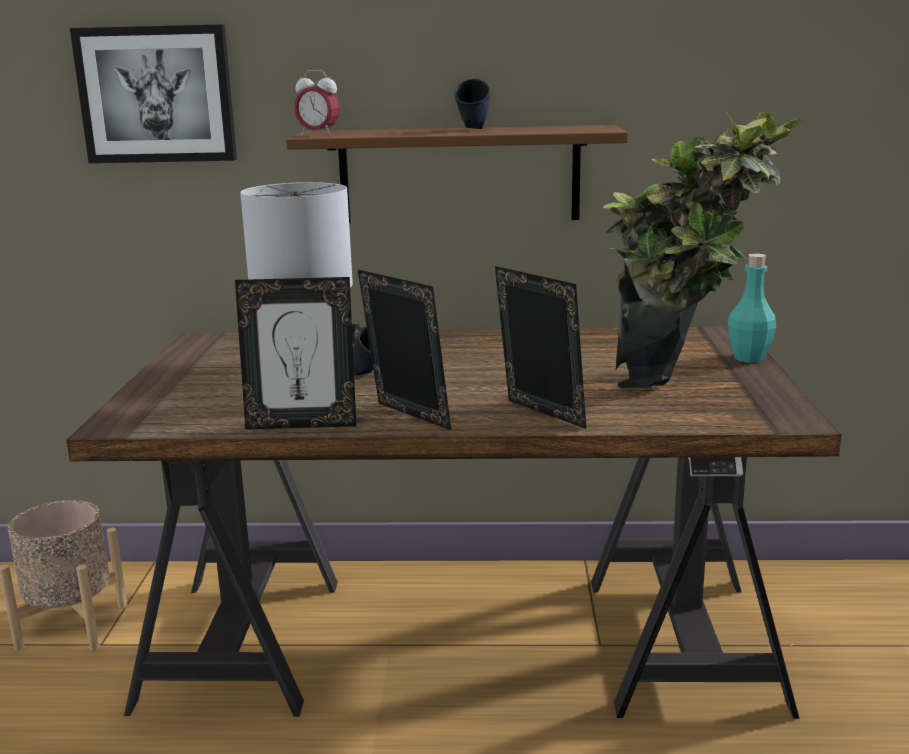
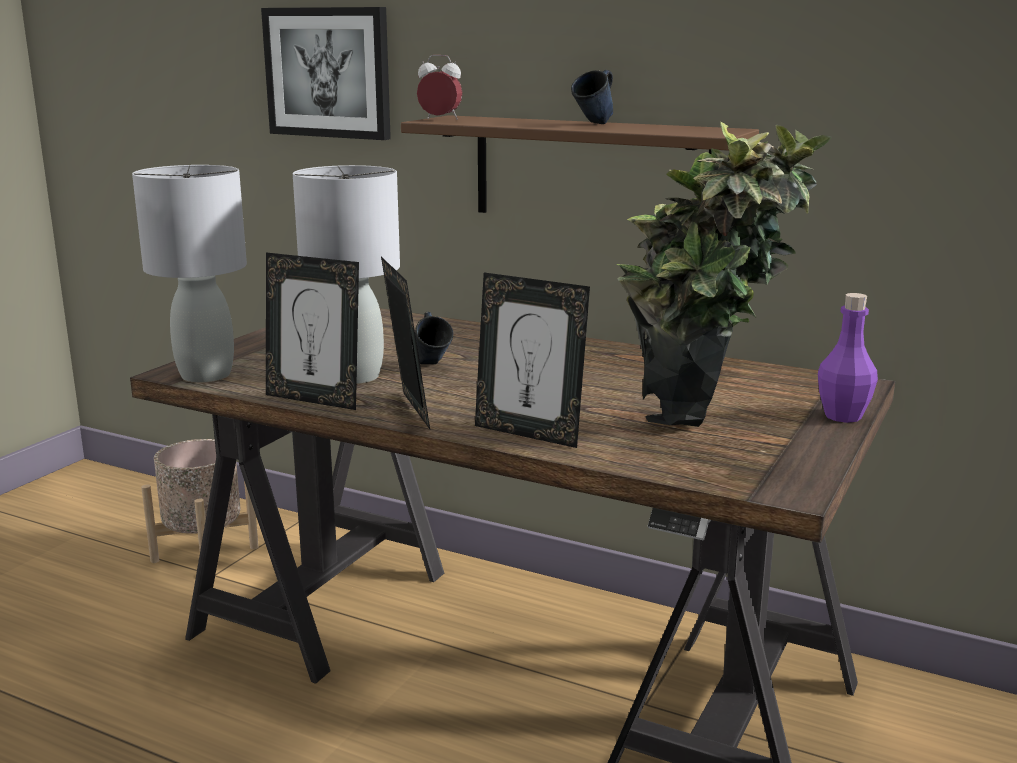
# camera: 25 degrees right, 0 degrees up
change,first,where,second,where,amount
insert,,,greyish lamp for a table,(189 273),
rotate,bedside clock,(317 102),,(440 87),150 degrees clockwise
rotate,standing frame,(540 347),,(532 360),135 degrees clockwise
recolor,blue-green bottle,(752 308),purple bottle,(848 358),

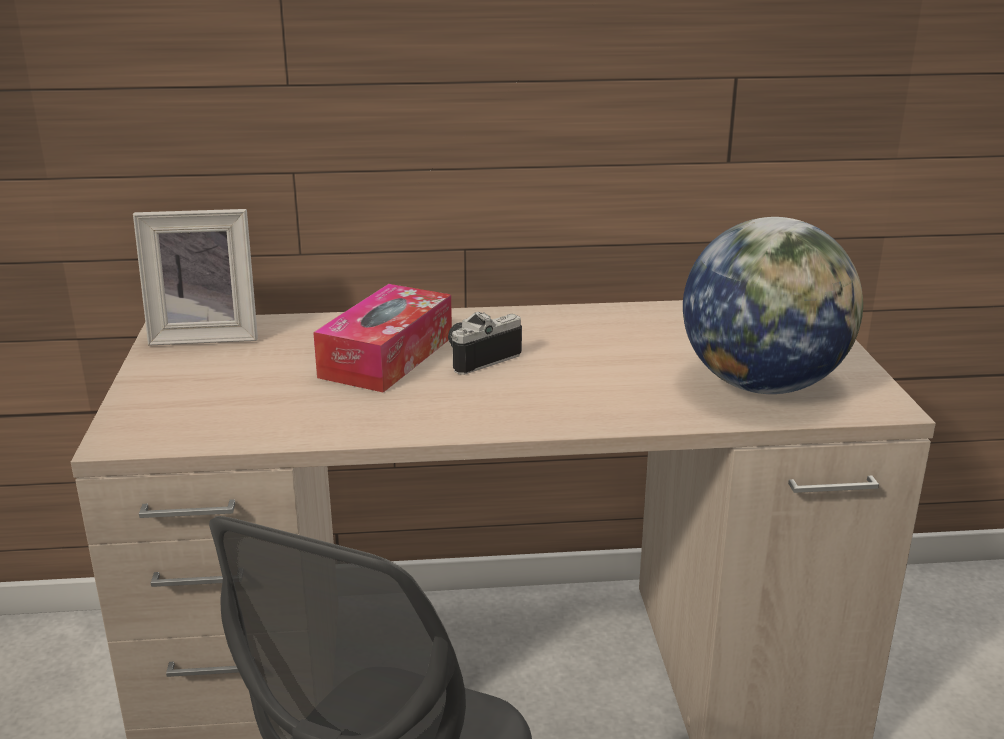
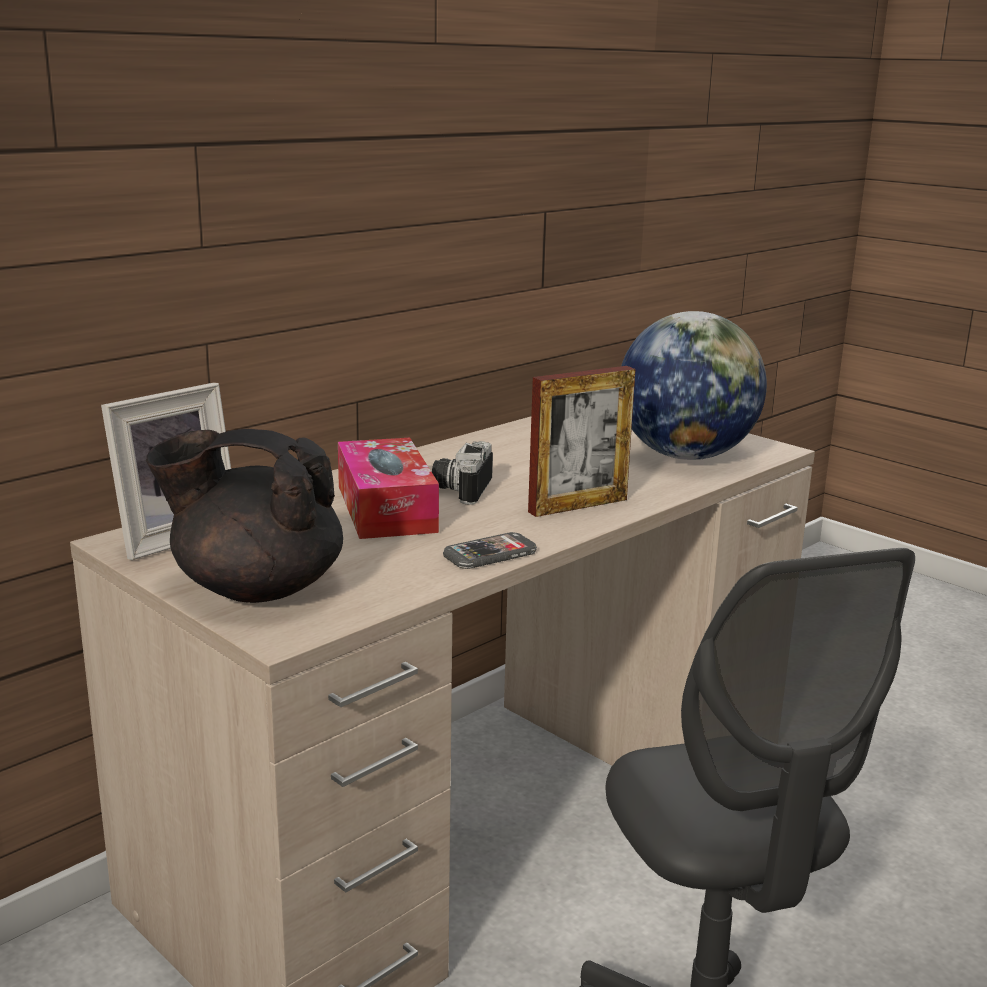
# camera: 40 degrees left, 5 degrees down
change,first,where,second,where,amount
insert,,,blackish tea pot,(244 516),
insert,,,handset,(490 550),
insert,,,standing frame,(582 441),

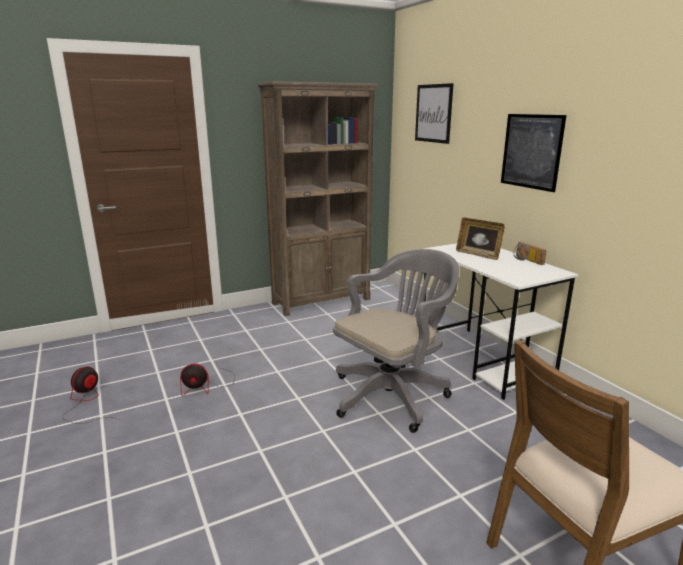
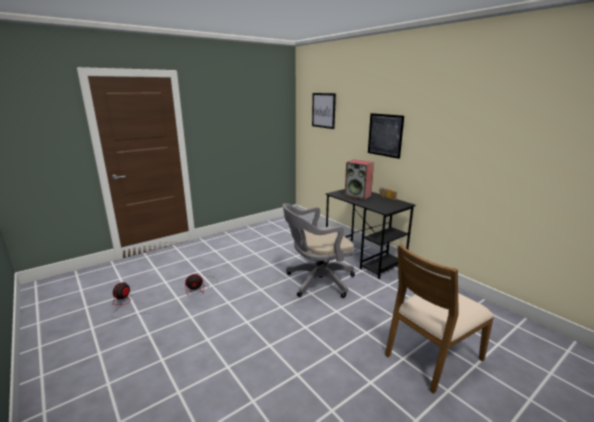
# camera: 10 degrees left, 0 degrees up
change,first,where,second,where,amount
rotate,greyish computer chair,(396 341),,(319 250),150 degrees counterclockwise
recolor,whitish desk,(501 321),blackish desk,(371 234),
replace,standing frame,(480 239),audio speaker,(359 180),
delete,brown bookcase,(317 198),,,

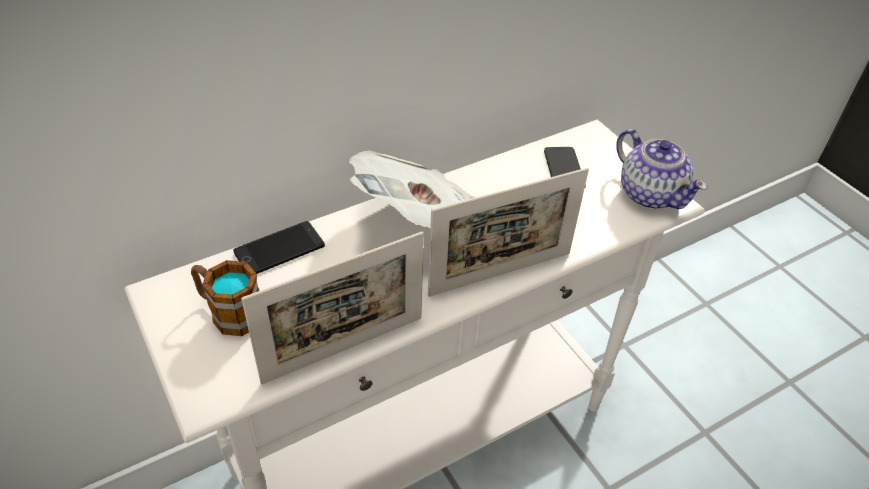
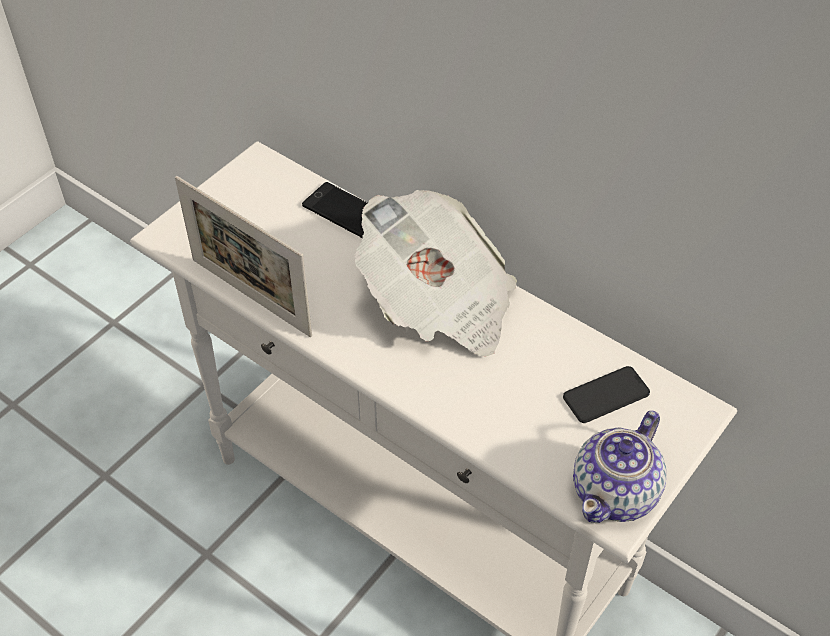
# camera: 70 degrees right, 5 degrees up
change,first,where,second,where,amount
delete,mug,(225 298),,,
delete,standing frame,(508 232),,,

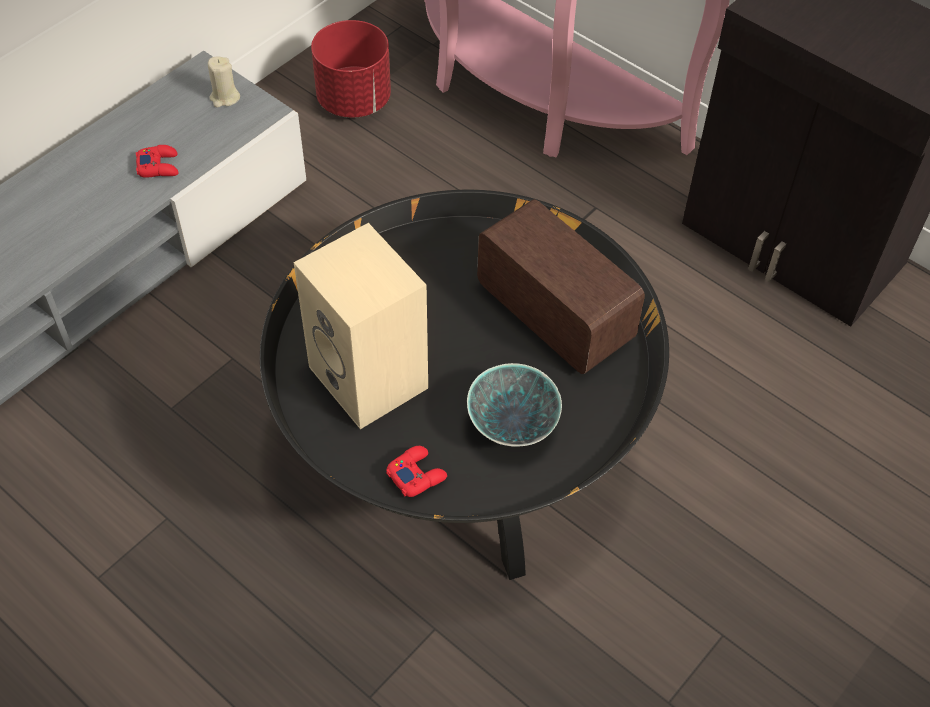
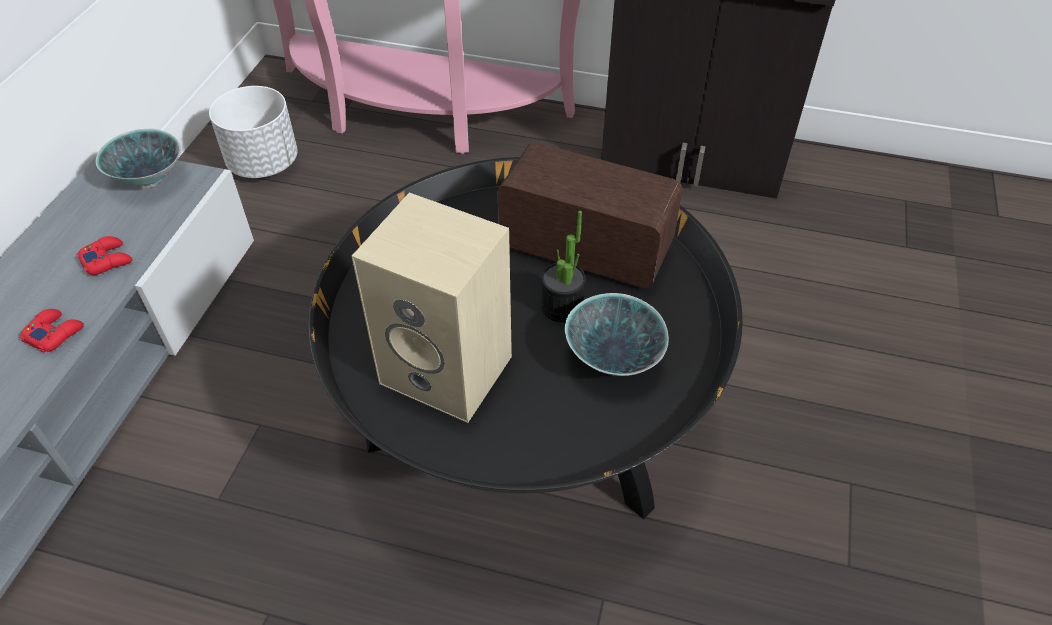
# camera: 25 degrees left, 5 degrees down
change,first,where,second,where,amount
move,red-coloured gamepad,(416 471),,(52 330),
replace,beige-coloured candle,(224 82),deep dish,(138 158),
recolor,red-coloured plant pot,(351 69),whitish plant pot,(253 132),
insert,,,plant in a pot,(563 267),

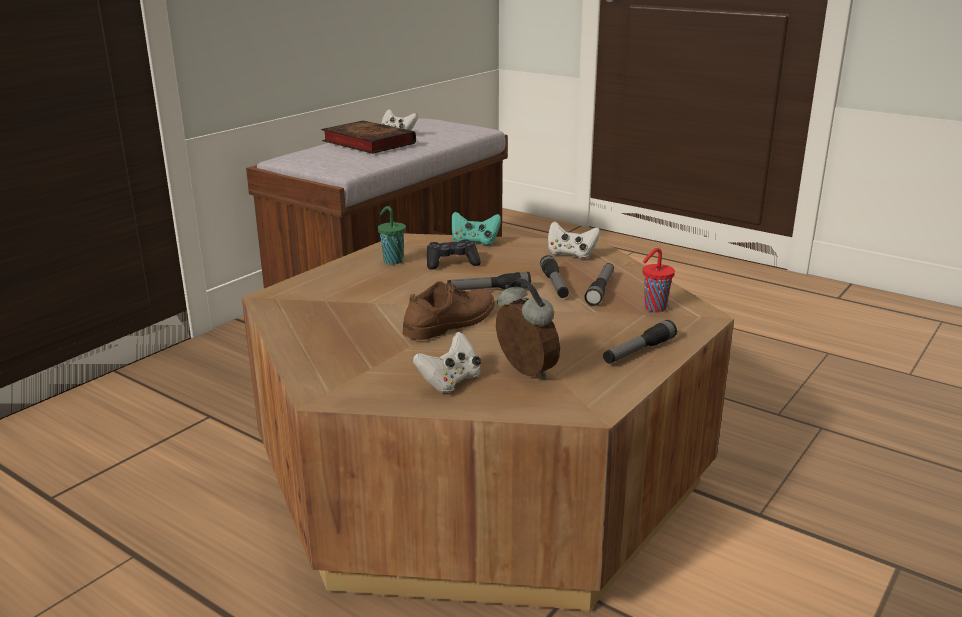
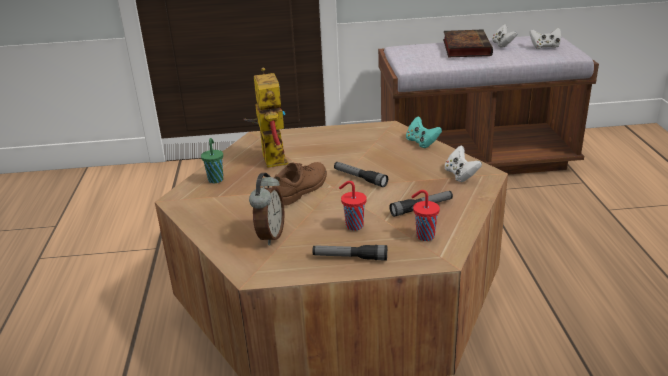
# camera: 50 degrees right, 5 degrees up
change,first,where,second,where,amount
move,green-coloured small cup,(392 235),,(212 160),
insert,,,model robot,(265 117),
rotate,brown item of footwear,(449 310),,(299 184),60 degrees counterclockwise
insert,,,red-coloured small cup,(353 206),
move,whitish gamepad,(447 362),,(545 38),
delete,blackish gamepad,(454 255),,,
delete,flashlight,(554 276),,,

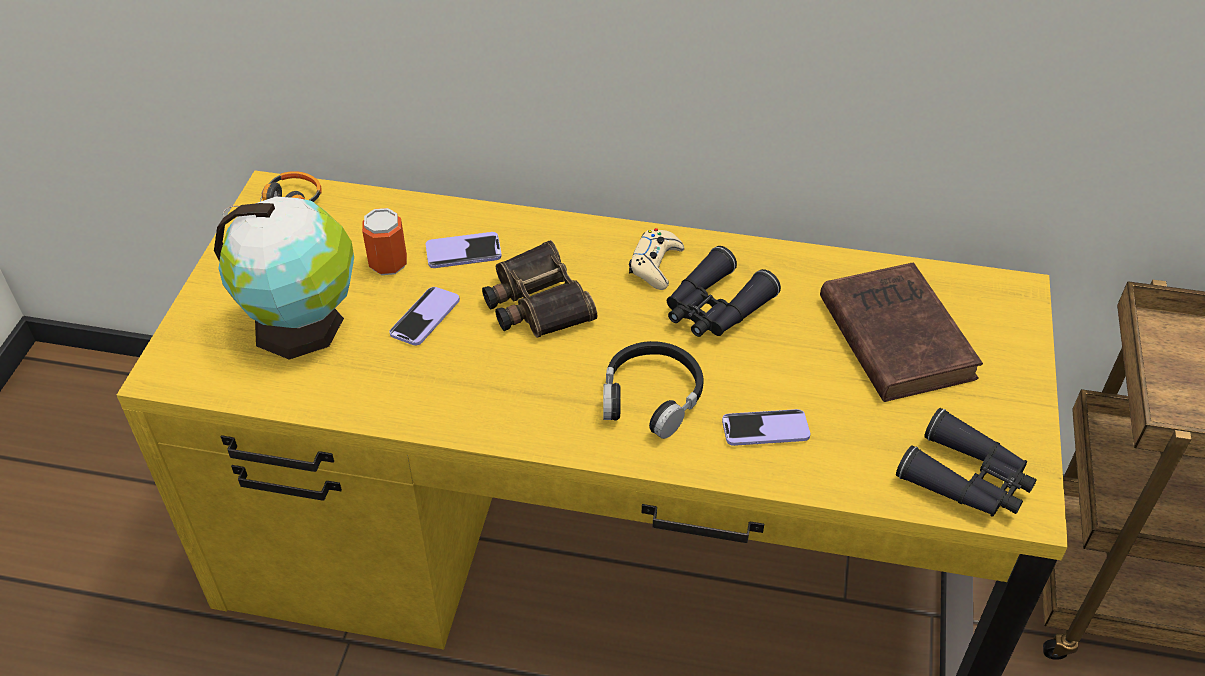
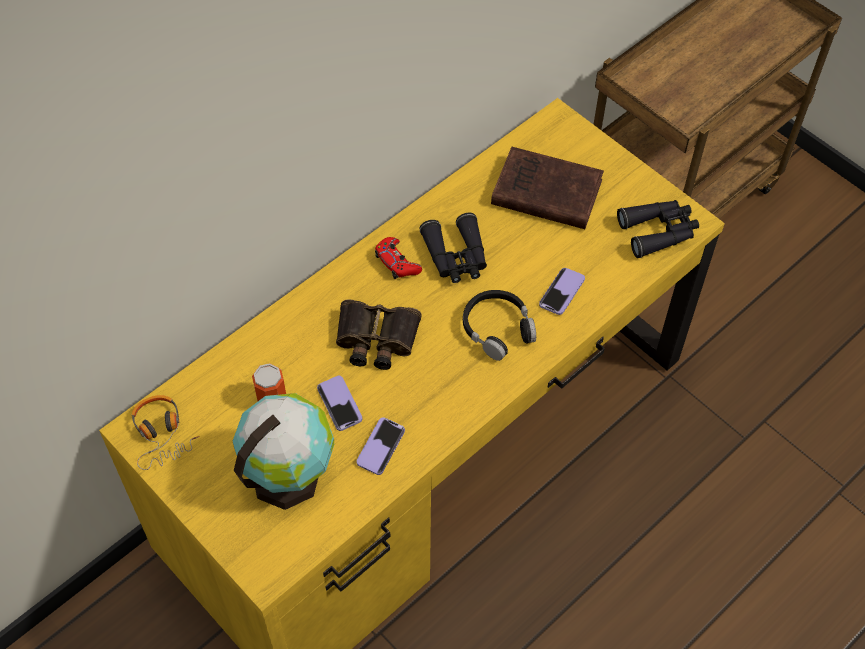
# camera: 55 degrees left, 10 degrees up
change,first,where,second,where,amount
move,handset,(464 250),,(380 446),
recolor,beige-coloured gamepad,(656 259),red-coloured gamepad,(398 258),

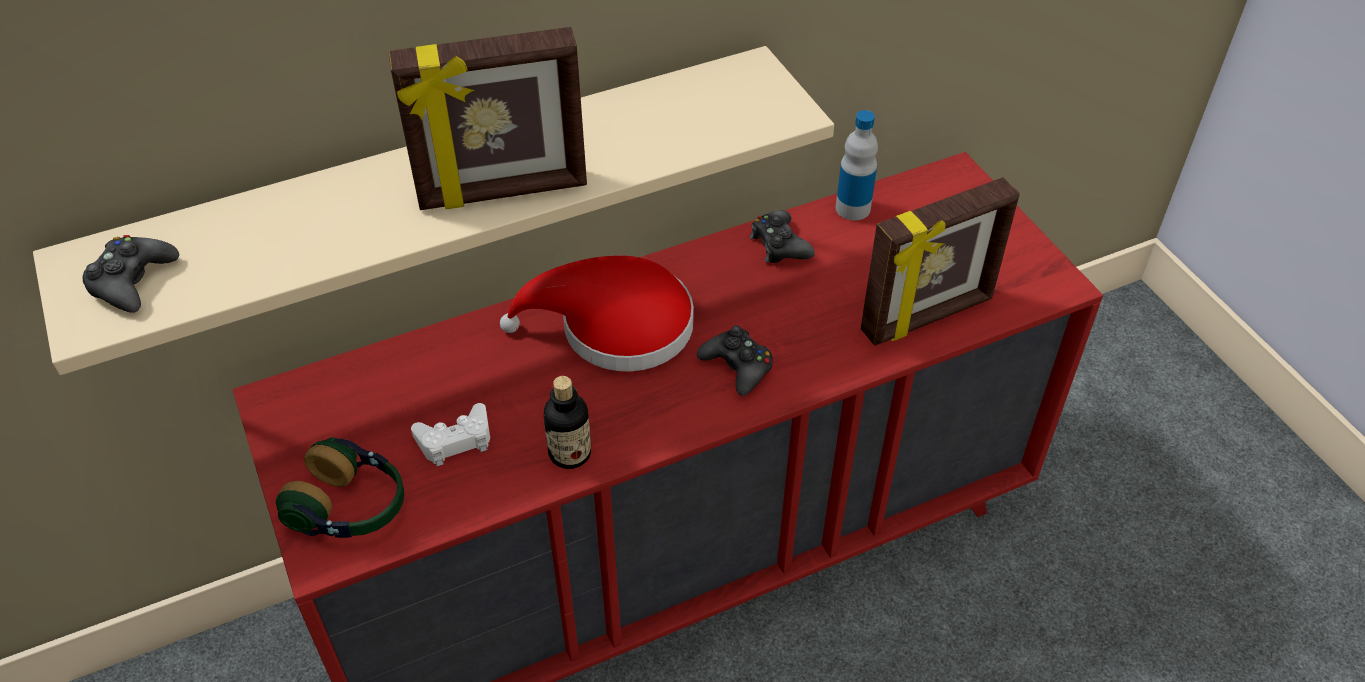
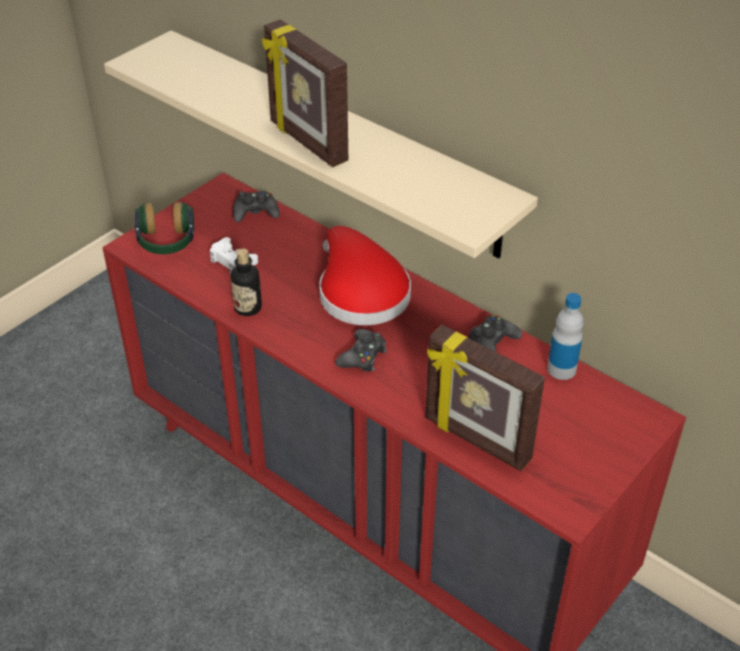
# camera: 65 degrees right, 5 degrees down
change,first,where,second,where,amount
move,blackish gamepad,(130 274),,(256 206),

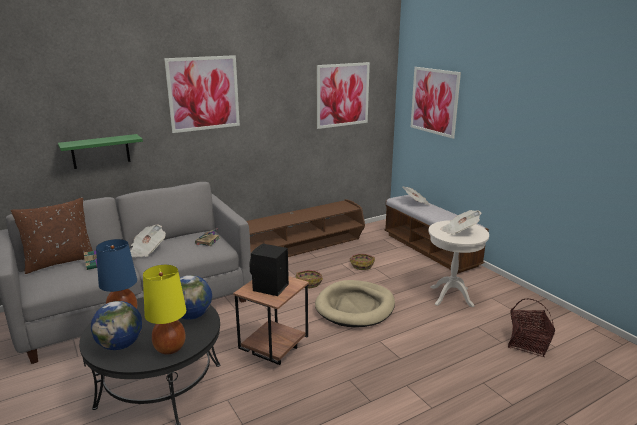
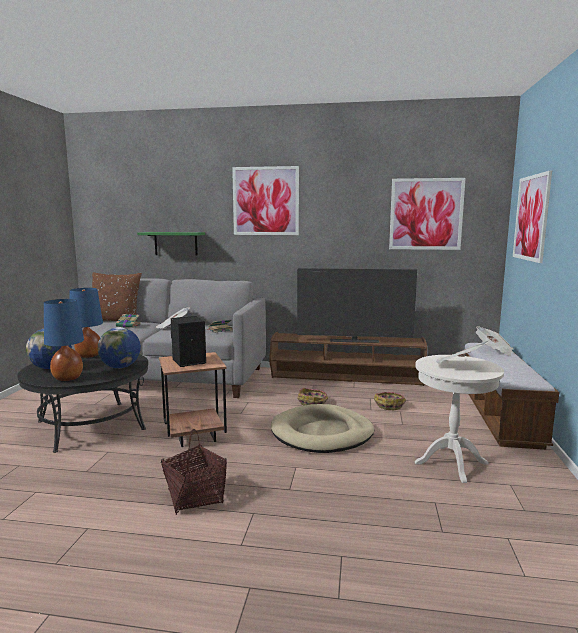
# camera: 40 degrees right, 10 degrees down
change,first,where,second,where,amount
recolor,yellowish lamp for a table,(164 310),blue-coloured lamp for a table,(64 340),
move,household basket,(531 328),,(194 472),
insert,,,TV set,(357 305),

